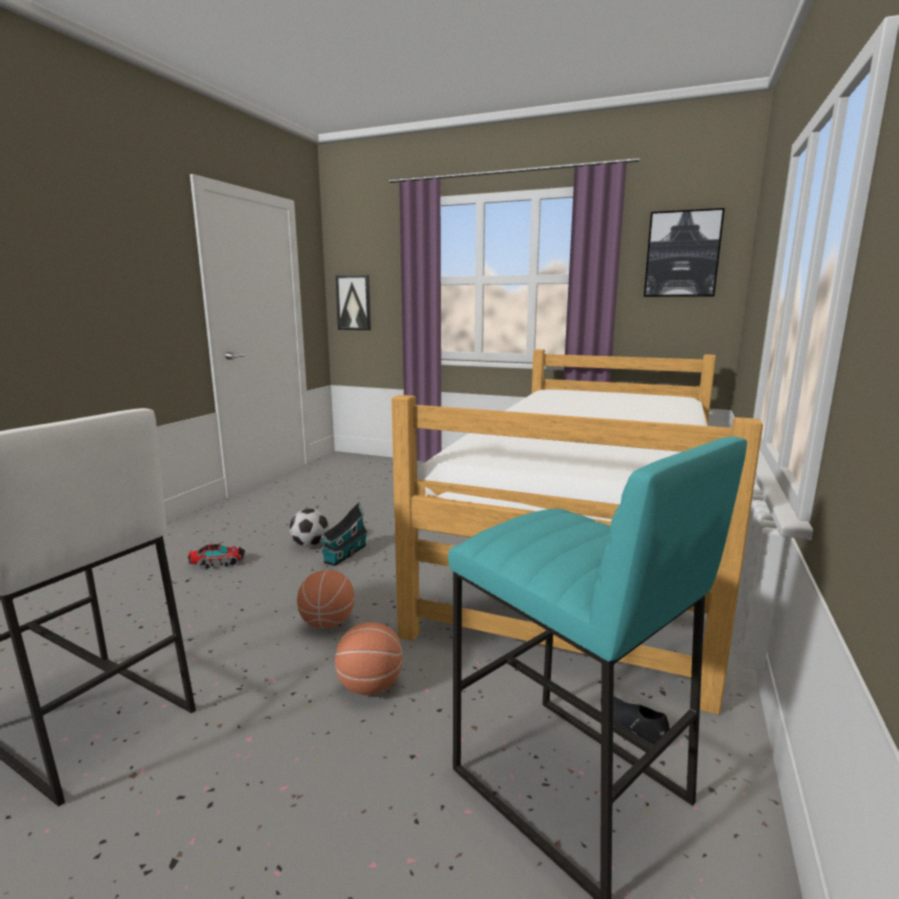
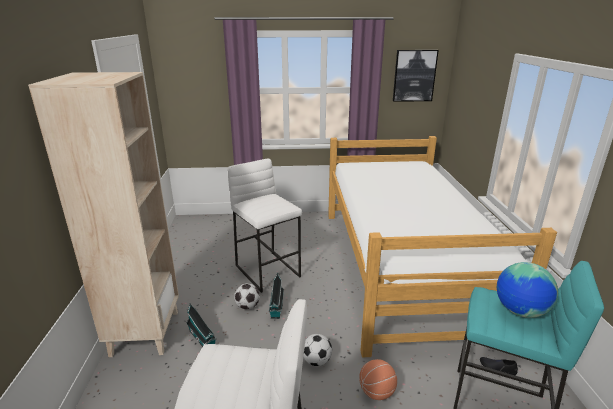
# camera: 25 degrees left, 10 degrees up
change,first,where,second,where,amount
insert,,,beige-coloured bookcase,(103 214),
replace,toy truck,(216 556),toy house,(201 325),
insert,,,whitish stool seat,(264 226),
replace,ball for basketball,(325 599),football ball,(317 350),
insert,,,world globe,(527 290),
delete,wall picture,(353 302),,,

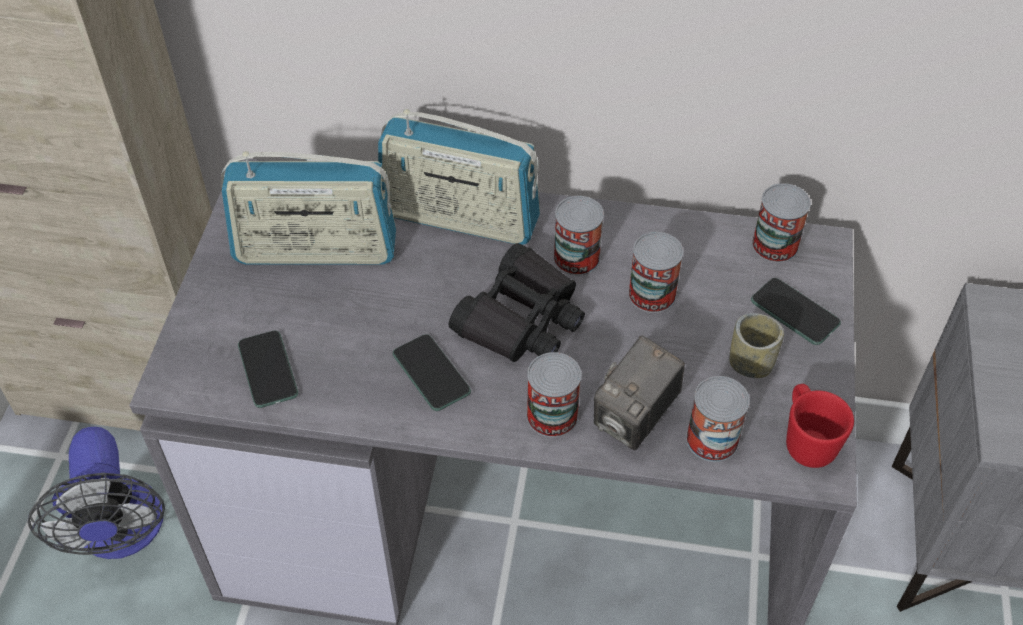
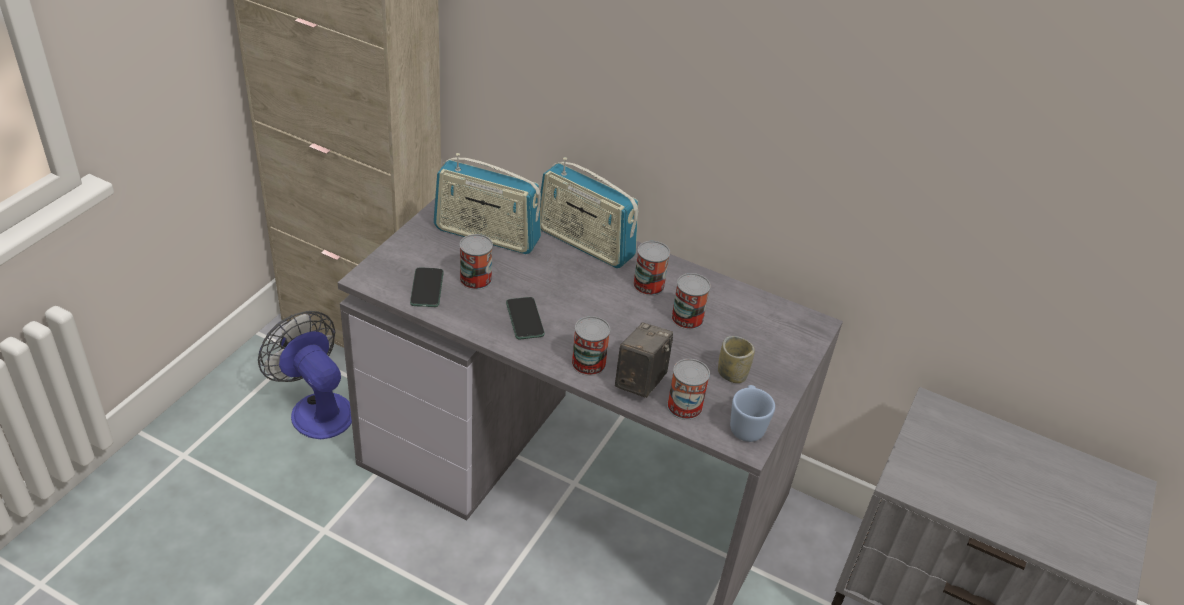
# camera: 15 degrees right, 10 degrees down
change,first,where,second,where,amount
rotate,electric fan,(96 493),,(305 375),135 degrees clockwise
move,can,(781 223),,(476 262),
rotate,photo camera,(639 393),,(644 360),150 degrees clockwise
recolor,red-coloured mug,(820 426),blue-coloured mug,(752 413),
delete,blackish pair of binoculars,(517 302),,,
delete,handset,(796 311),,,

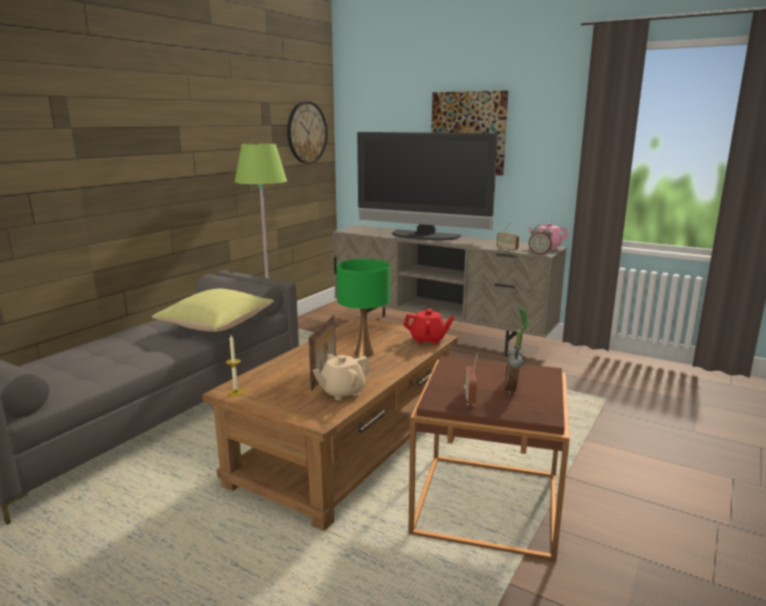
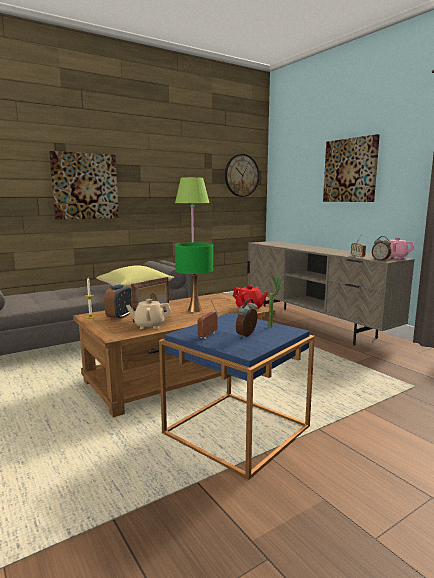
# camera: 25 degrees right, 5 degrees down
change,first,where,second,where,amount
insert,,,wall picture,(84 185),
insert,,,bedside clock,(118 302),
recolor,brown side table,(489 459),blue-coloured side table,(237 396),
delete,TV set,(427 186),,,

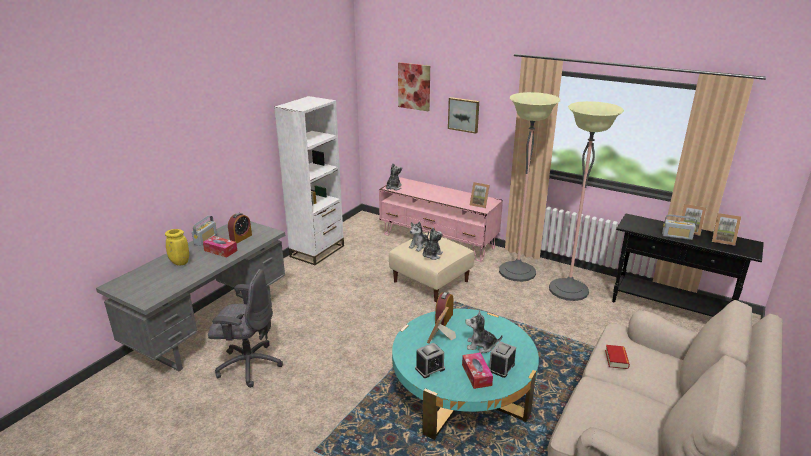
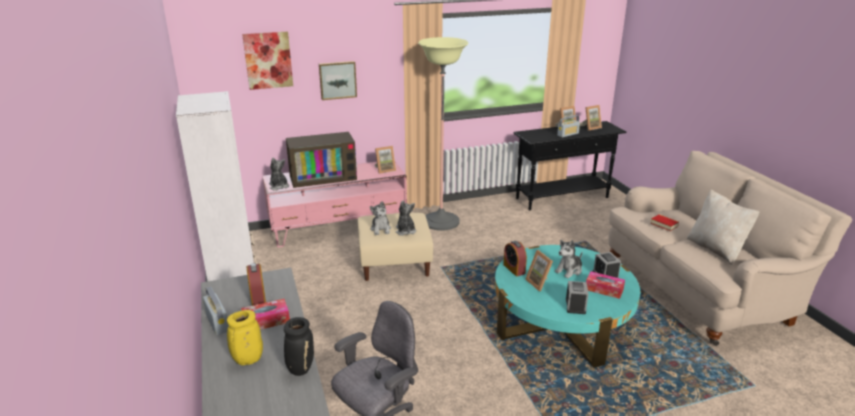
# camera: 50 degrees left, 0 degrees up
change,first,where,second,where,amount
insert,,,blackish vase,(299 346),
insert,,,TV set,(321 160),
insert,,,beige-coloured cushion,(723 227),
delete,standard lamp,(586 201),,,

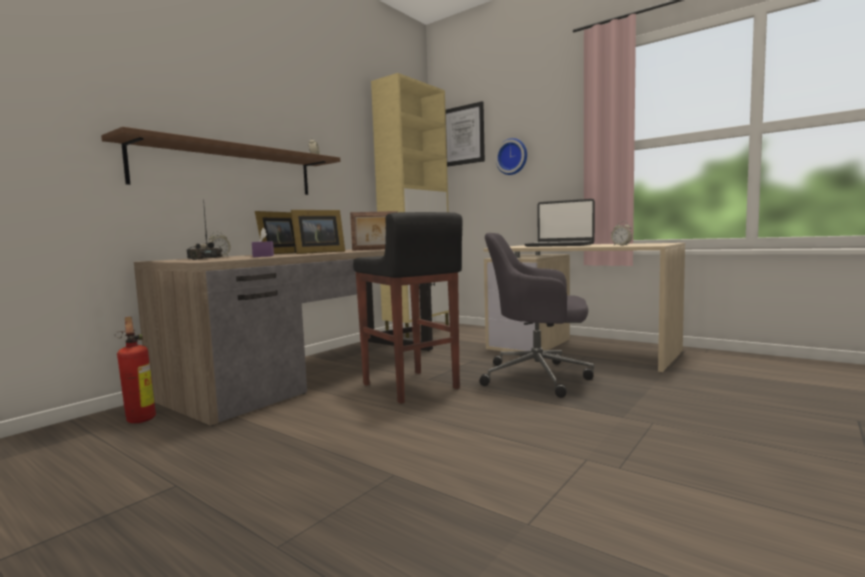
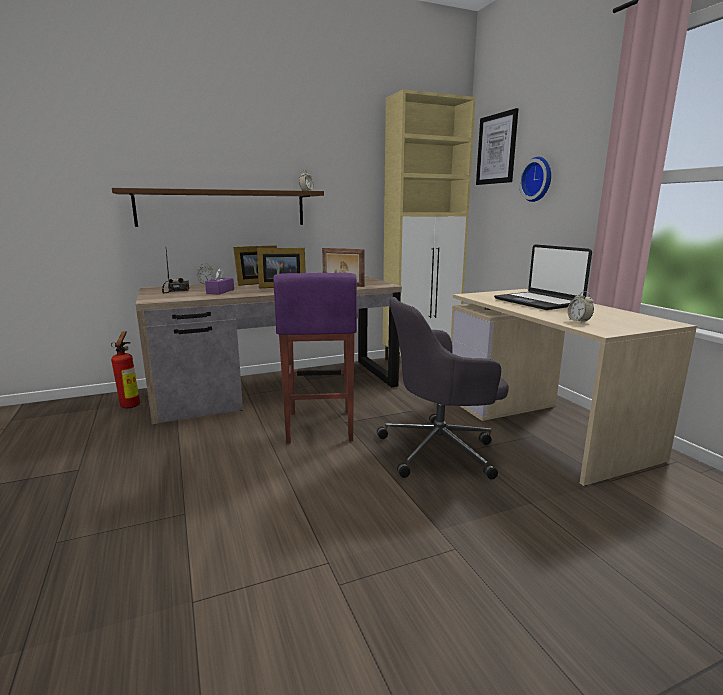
# camera: 30 degrees right, 10 degrees up
change,first,where,second,where,amount
recolor,blackish stool seat,(407 308),purple stool seat,(315 358),
rotate,greyish computer chair,(536 315),,(443 388),60 degrees counterclockwise

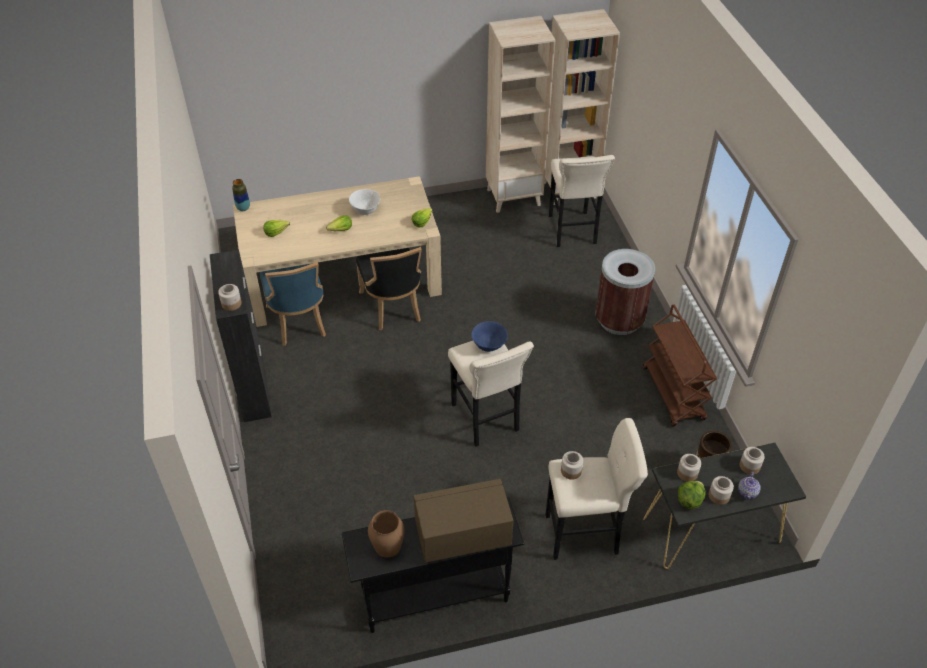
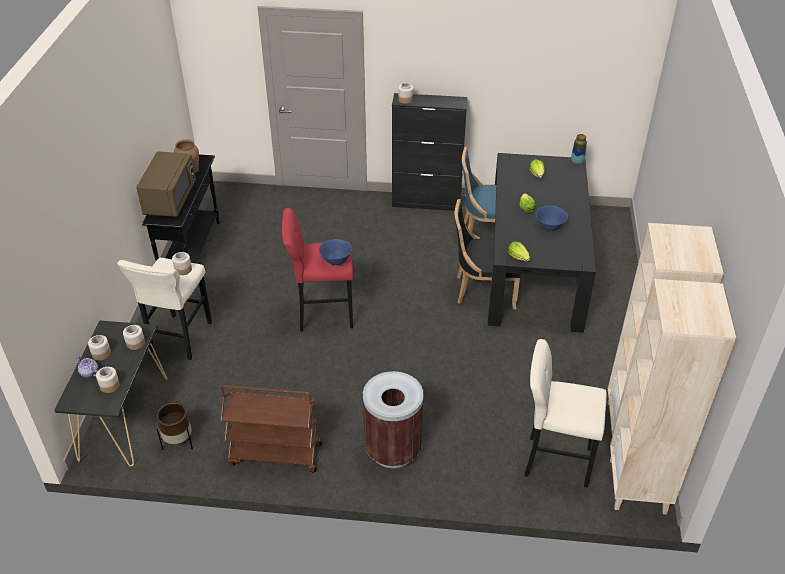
# camera: 110 degrees right, 5 degrees down
change,first,where,second,where,amount
recolor,beige-coloured stool seat,(491 394),red-coloured stool seat,(317 269),
recolor,beige-coloured dining table,(337 251),blackish dining table,(542 243),
recolor,whitish deep dish,(365 202),blue-coloured deep dish,(552 218),
delete,lettuce head,(692 495),,,

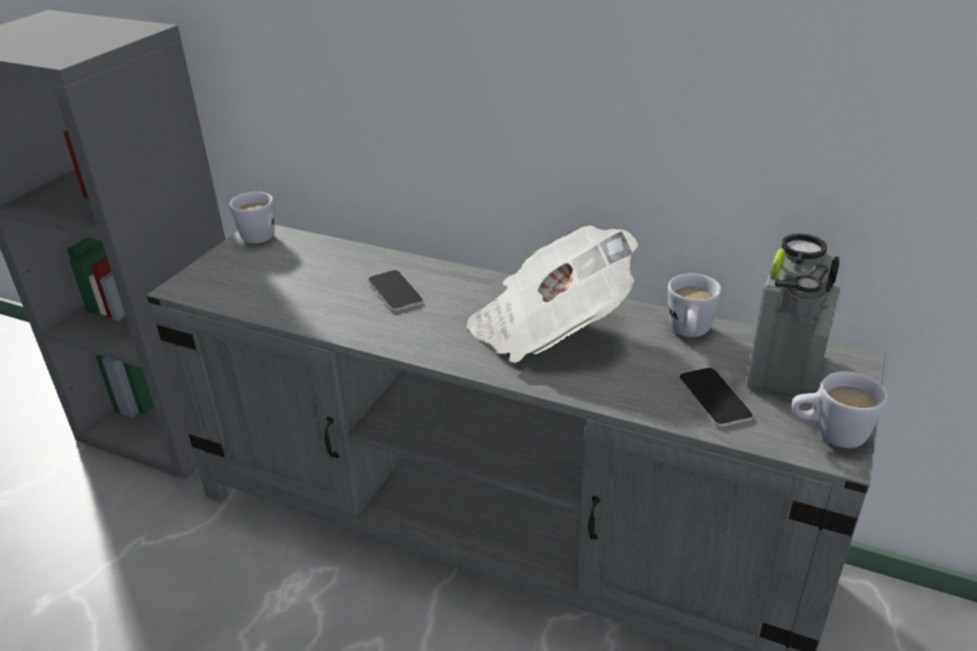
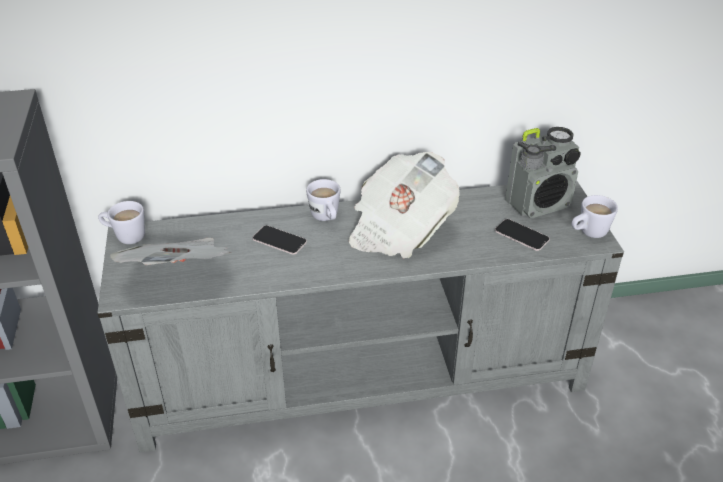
# camera: 35 degrees left, 5 degrees up
change,first,where,second,where,amount
insert,,,printed paper,(170 251),
move,whitish mug,(695 305),,(323 200),
rotate,radio receiver,(793 315),,(543 172),75 degrees clockwise

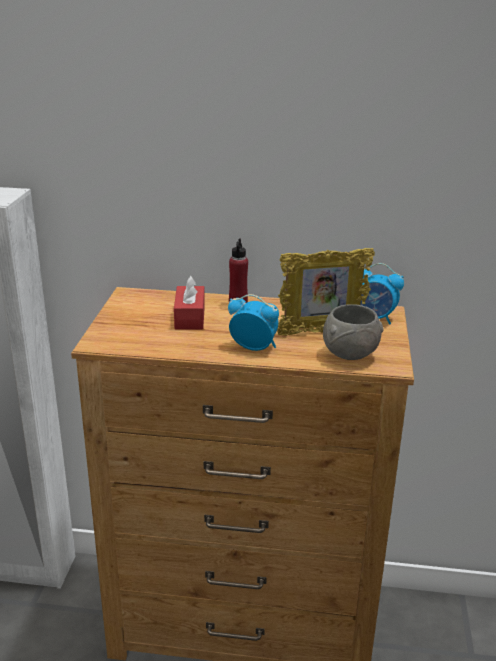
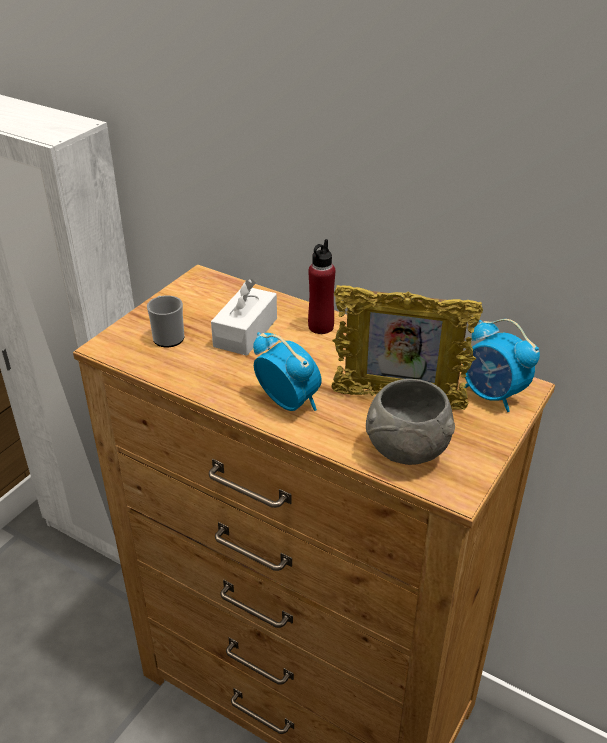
# camera: 25 degrees right, 10 degrees up
change,first,where,second,where,amount
insert,,,mug,(165 322),
recolor,red-coloured tissue holder,(189 302),whitish tissue holder,(244 317),

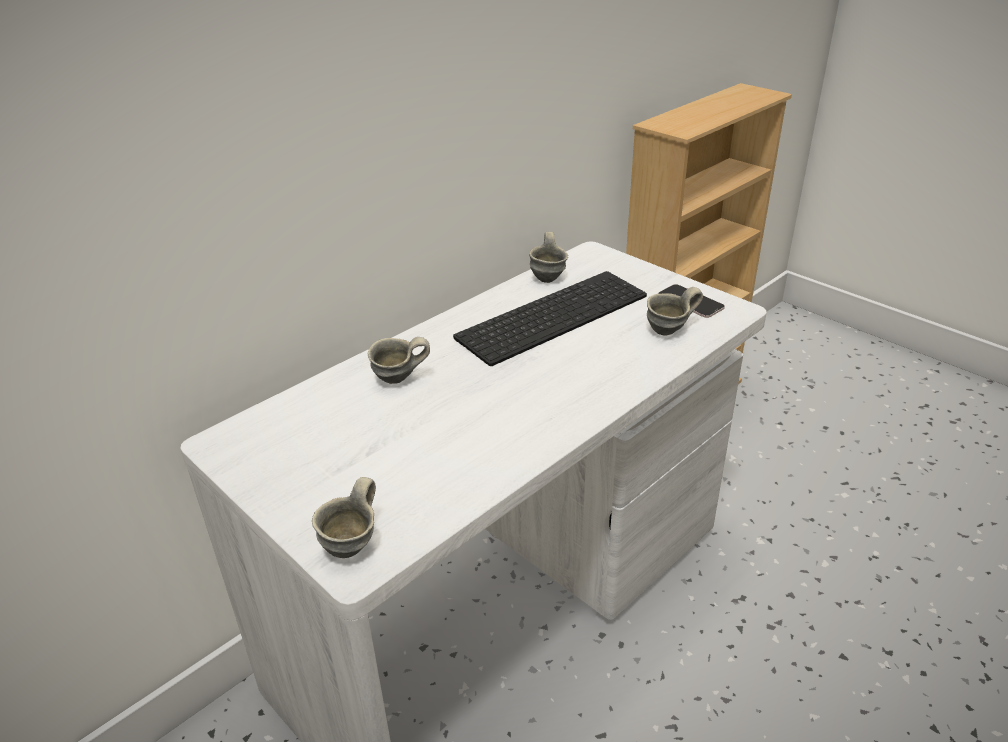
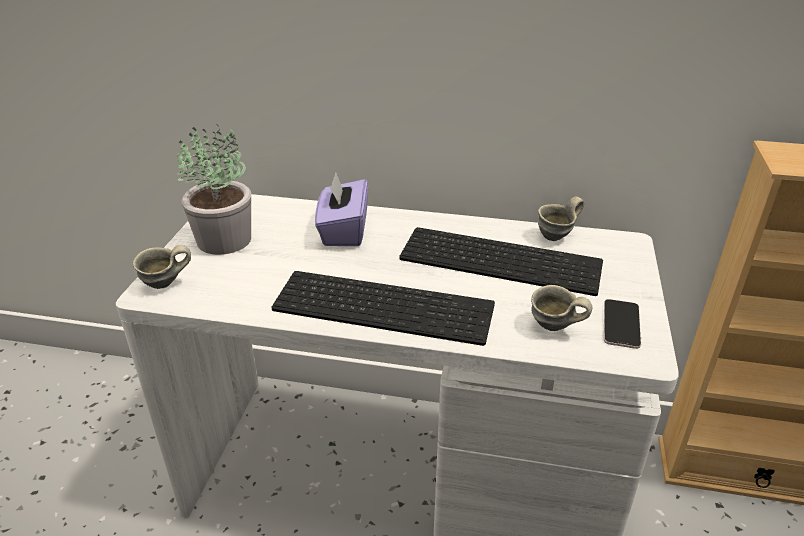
# camera: 55 degrees right, 0 degrees up
change,first,where,second,where,amount
insert,,,plant in a pot,(214 189),
insert,,,keyboard,(383 308),
replace,greyish mug,(399 360),purple tissue holder,(341 209),

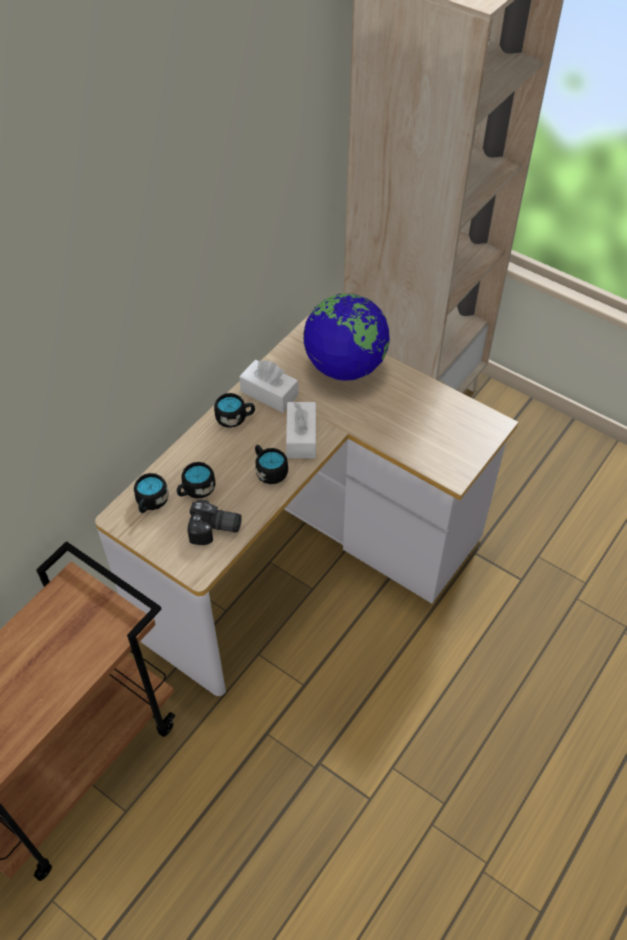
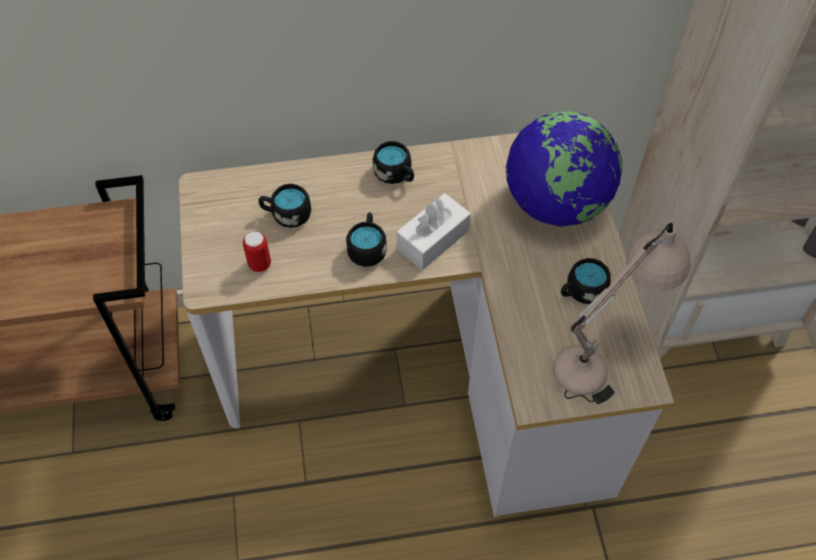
# camera: 45 degrees right, 5 degrees up
change,first,where,second,where,amount
replace,photo camera,(214 522),can,(257 251),
insert,,,beige-coloured lamp for a table,(621 313),
move,blackish mug,(151 493),,(586 281),
delete,whitish tissue holder,(268 386),,,

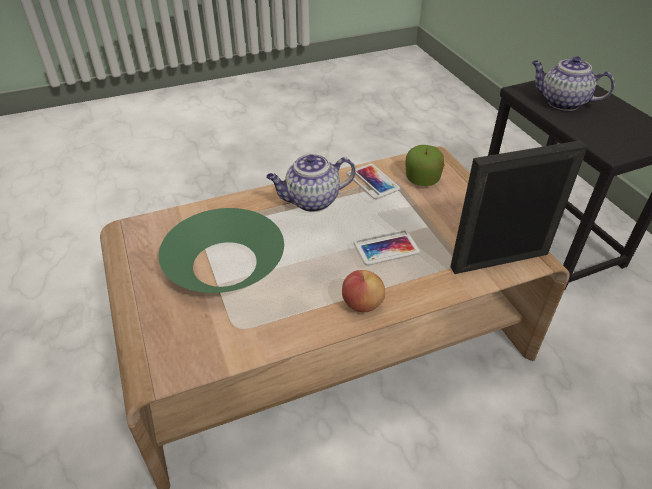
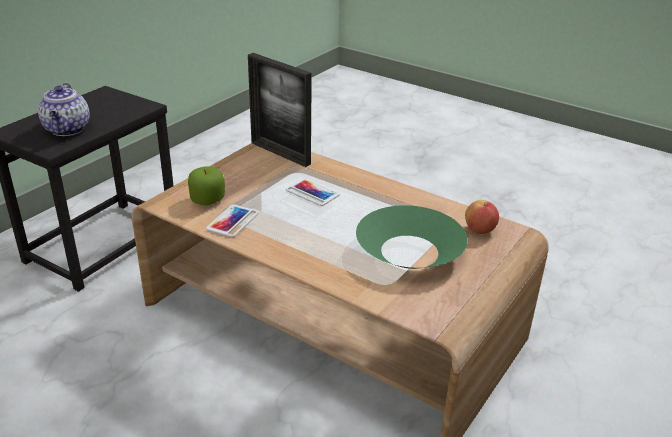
# camera: 125 degrees left, 10 degrees down
change,first,where,second,where,amount
move,apple fruit,(363 291),,(482 217),
delete,tea pot,(311 183),,,

